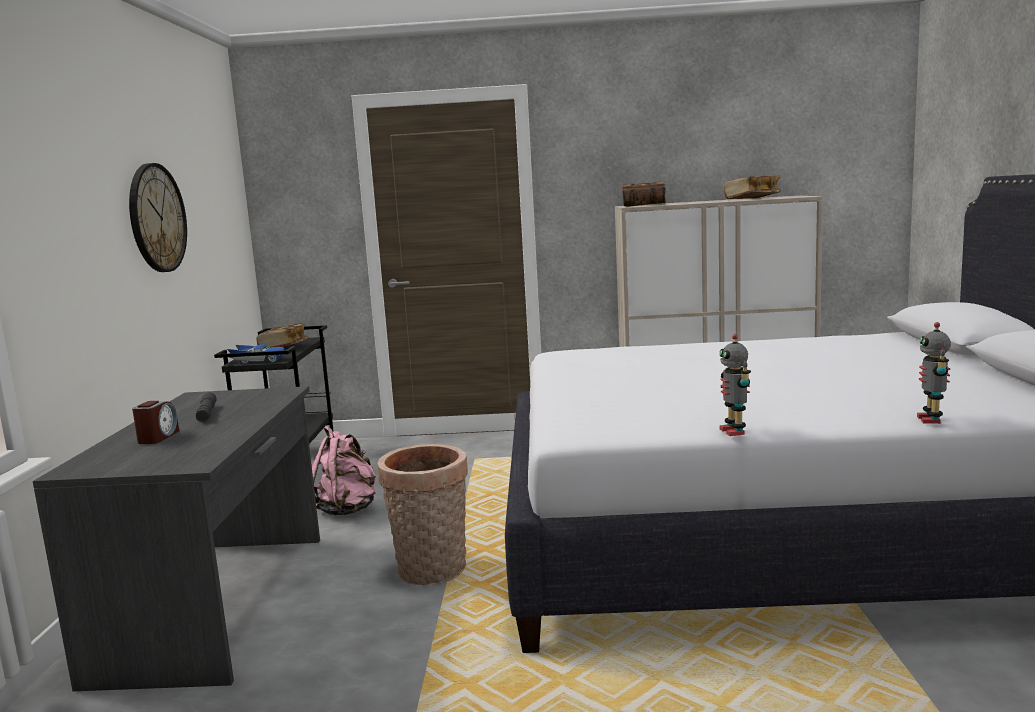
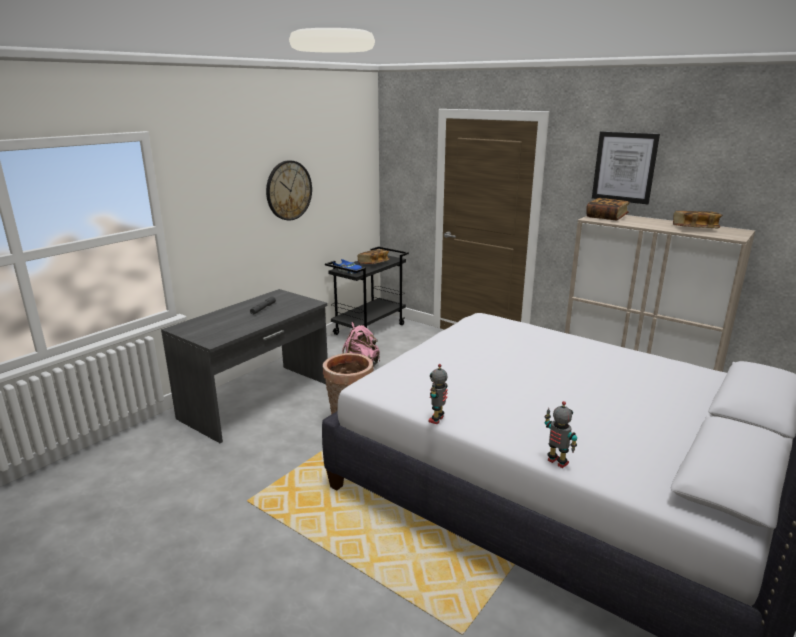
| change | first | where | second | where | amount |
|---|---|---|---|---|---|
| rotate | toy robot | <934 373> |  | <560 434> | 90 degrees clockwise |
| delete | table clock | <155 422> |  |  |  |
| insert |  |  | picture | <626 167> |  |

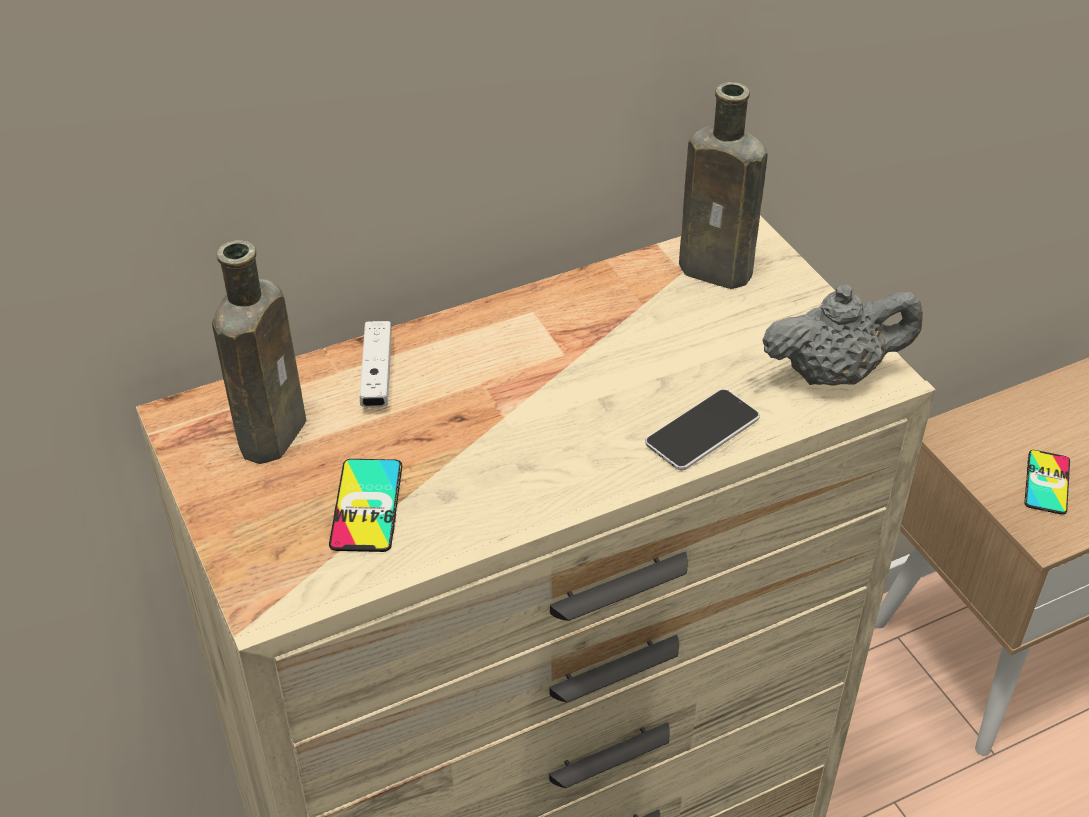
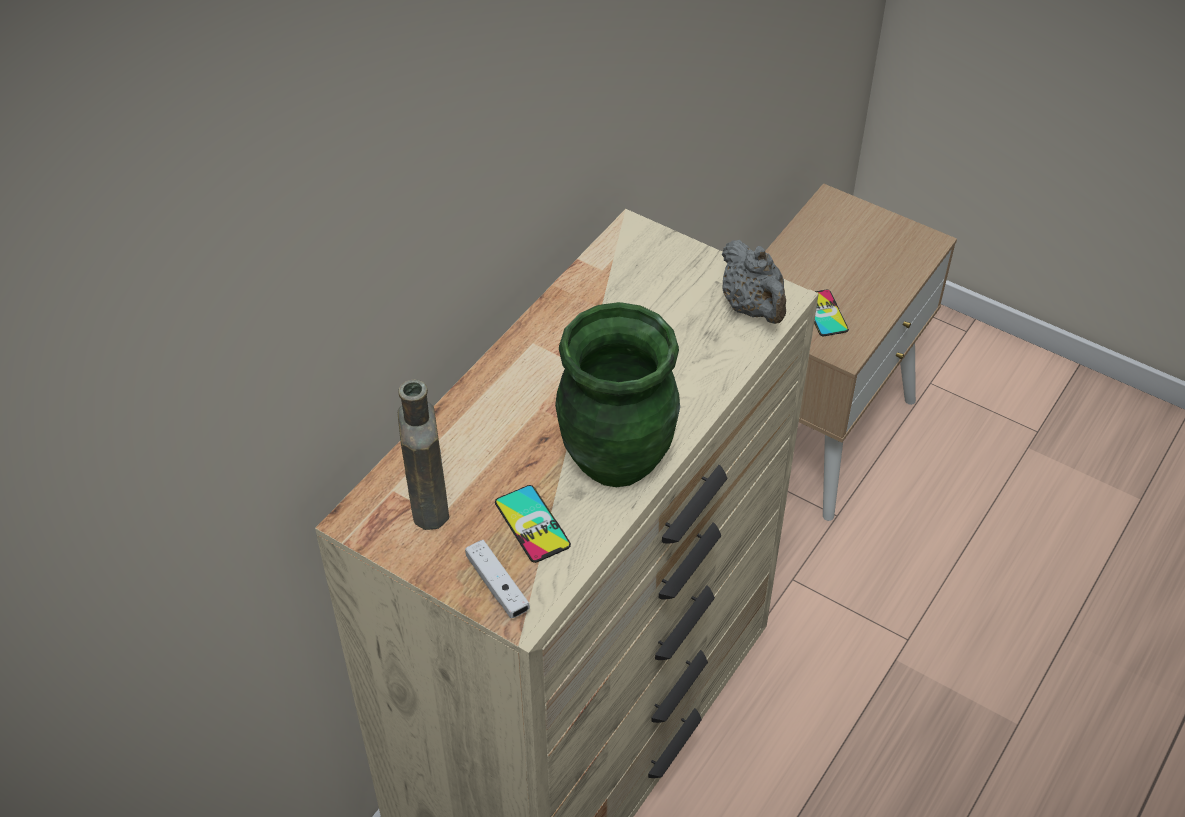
| change | first | where | second | where | amount |
|---|---|---|---|---|---|
| delete | drink bottle in brown | <723 185> |  |  |  |
| rotate | tea pot in grey | <843 334> |  | <754 282> | 105 degrees clockwise |
| move | game controller in white-coloured | <375 364> |  | <497 579> |  |
| delete | handset | <702 430> |  |  |  |
| insert |  |  | flower vase in greenish | <617 394> |  |

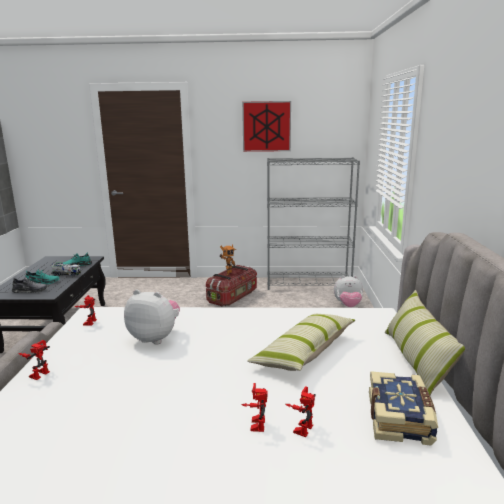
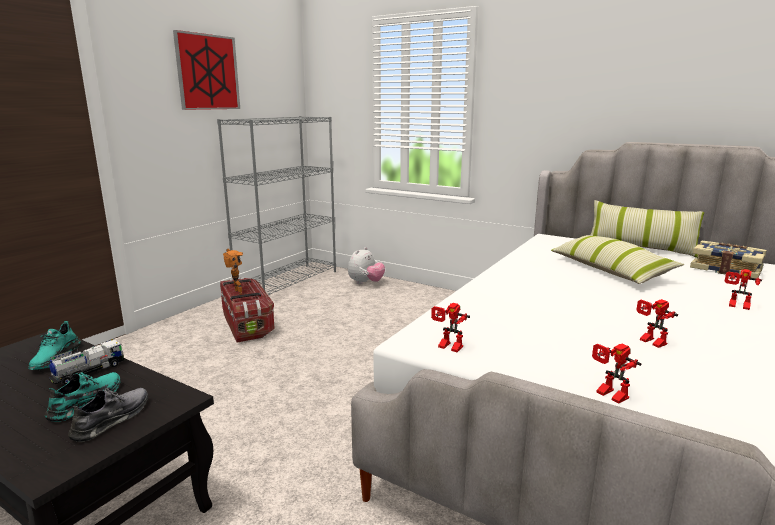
| change | first | where | second | where | amount |
|---|---|---|---|---|---|
| delete | soft toy | <152 317> |  |  |  |
| move | toy robot | <300 411> |  | <657 323> |  |

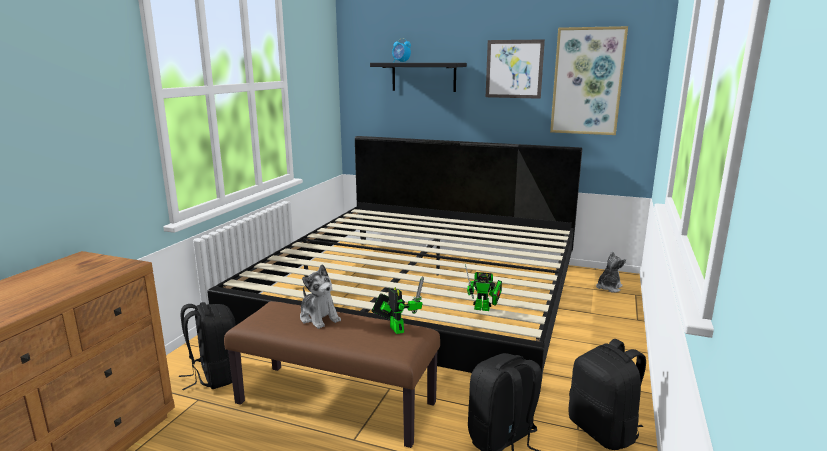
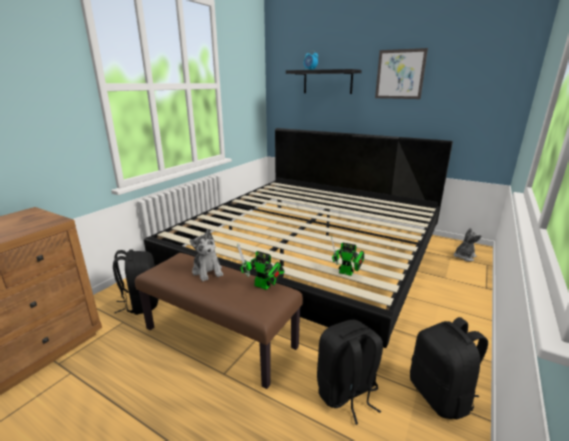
| change | first | where | second | where | amount |
|---|---|---|---|---|---|
| delete | picture | <589 80> |  |  |  |
| rotate | toy robot | <397 305> |  | <261 266> | 135 degrees clockwise |

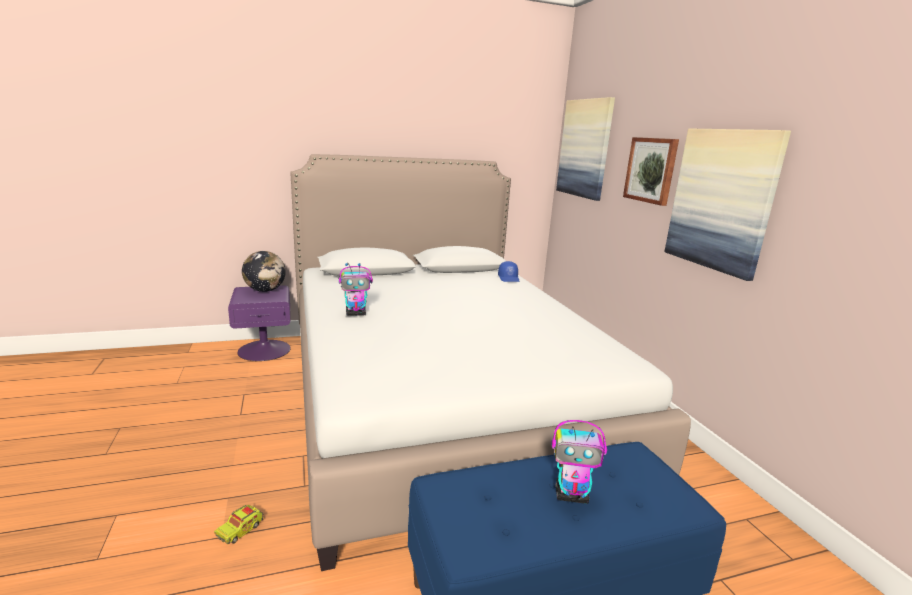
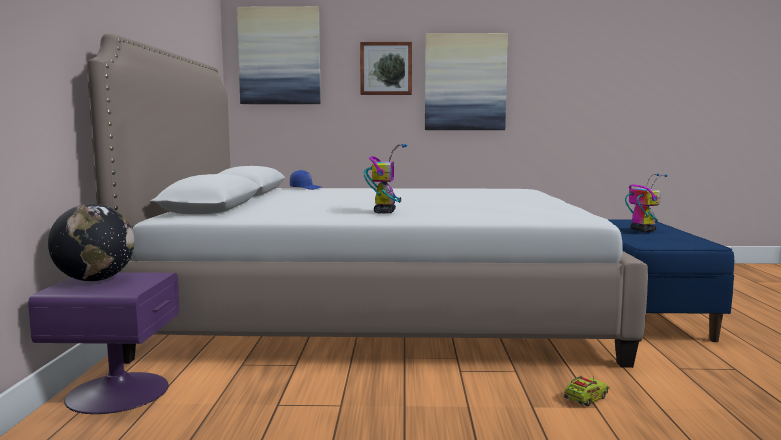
| change | first | where | second | where | amount |
|---|---|---|---|---|---|
| rotate | toy robot | <579 462> |  | <646 202> | 45 degrees counterclockwise |
| rotate | model truck | <239 524> |  | <586 391> | 90 degrees counterclockwise |

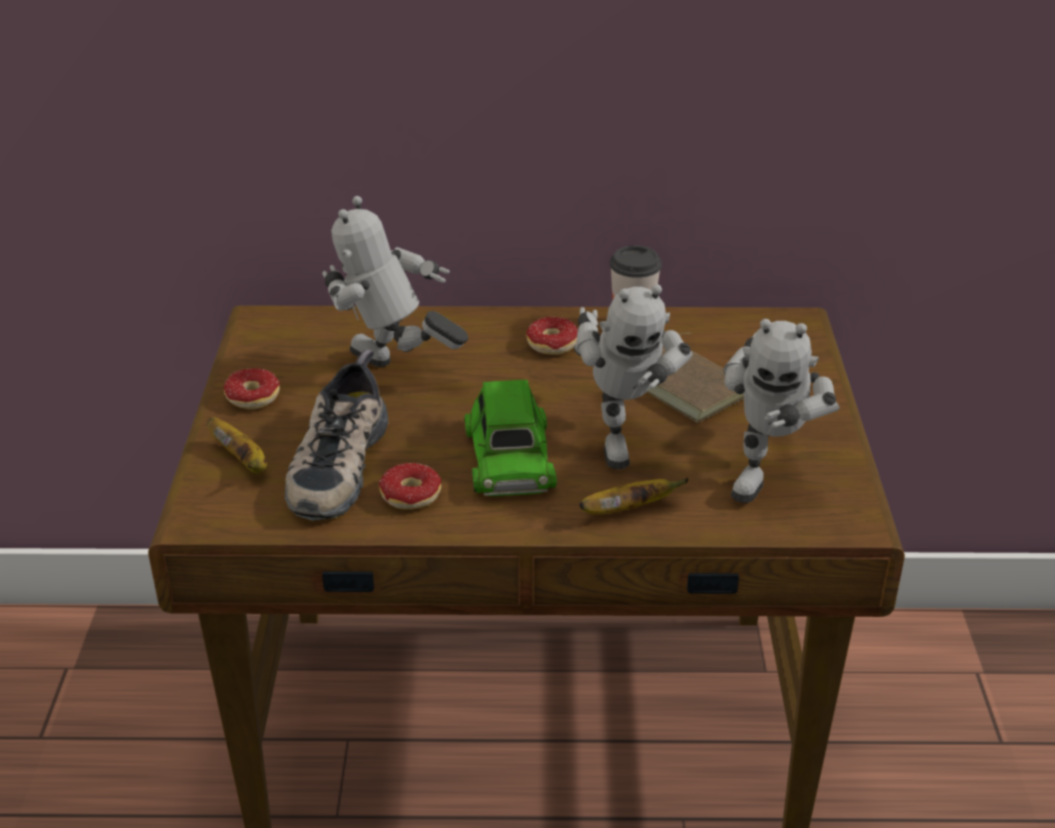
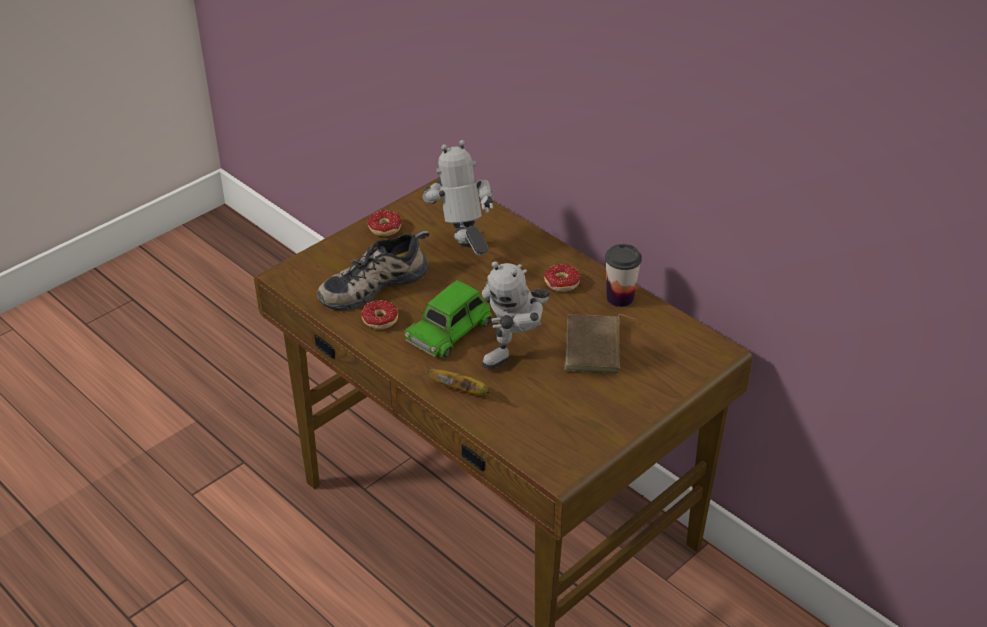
| change | first | where | second | where | amount |
|---|---|---|---|---|---|
| delete | toy robot | <782 411> |  |  |  |
| delete | banana fruit | <237 445> |  |  |  |

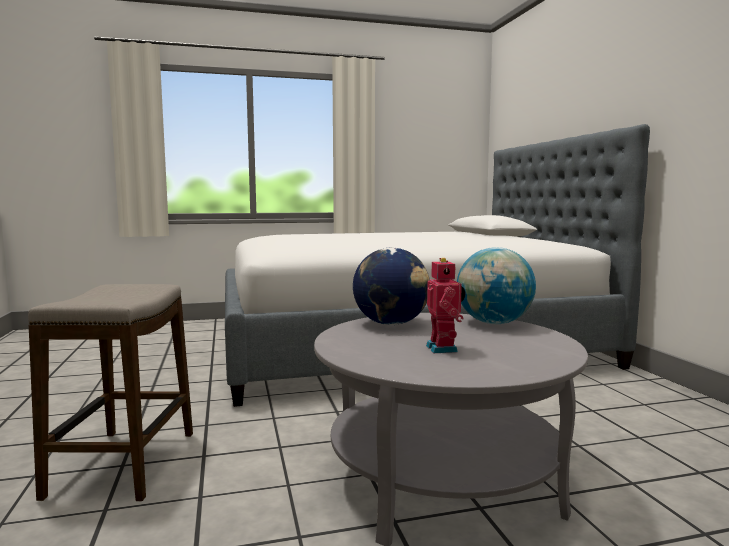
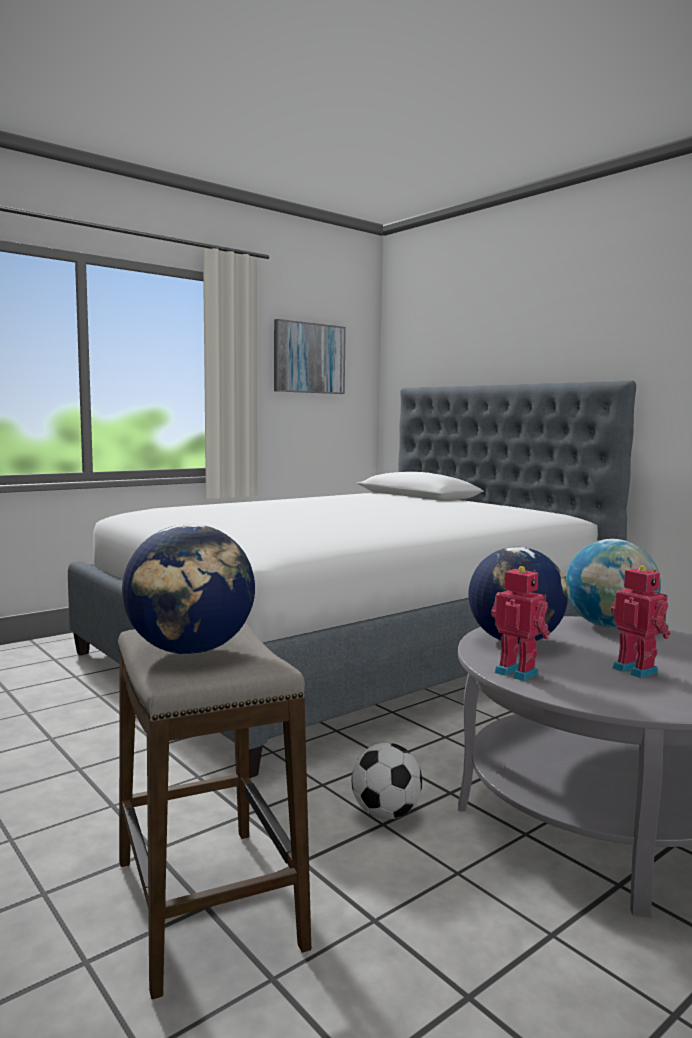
| change | first | where | second | where | amount |
|---|---|---|---|---|---|
| insert |  |  | picture | <310 356> |  |
| insert |  |  | globe | <188 589> |  |
| insert |  |  | toy robot | <520 623> |  |
| insert |  |  | football ball | <387 781> |  |

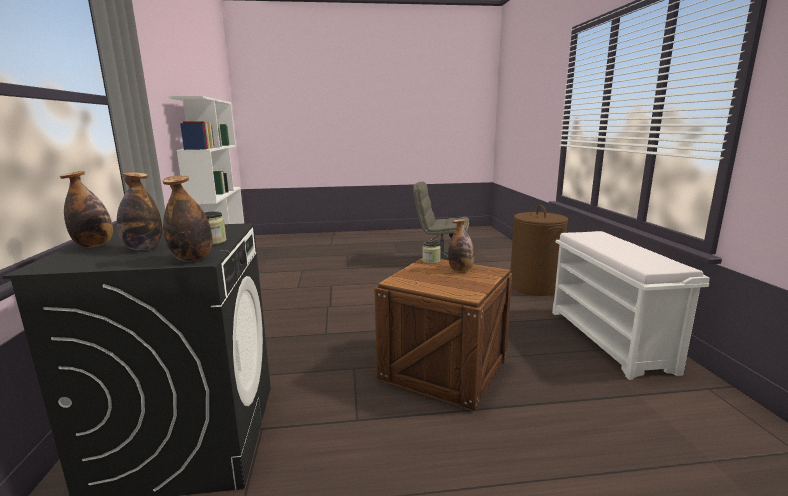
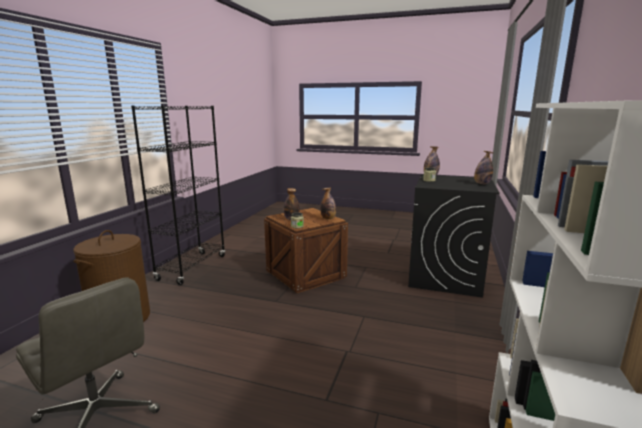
| change | first | where | second | where | amount |
|---|---|---|---|---|---|
| move | drink bottle | <139 211> |  | <328 203> |  |
| replace | bench in white-coloured | <631 305> | bookshelf in blackish | <178 195> |  |

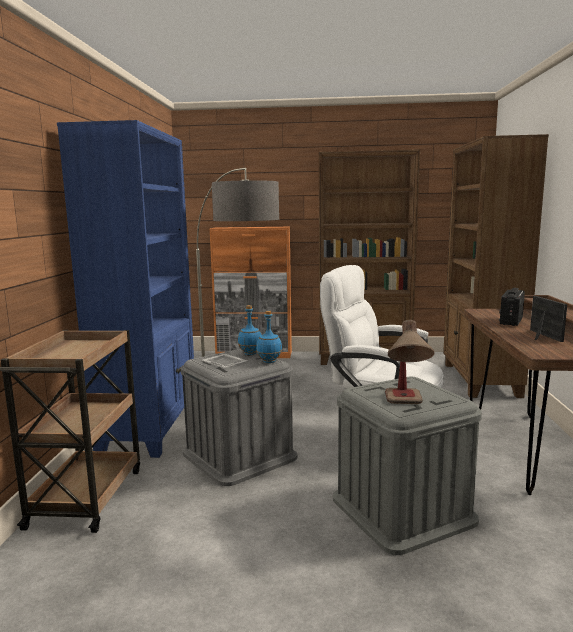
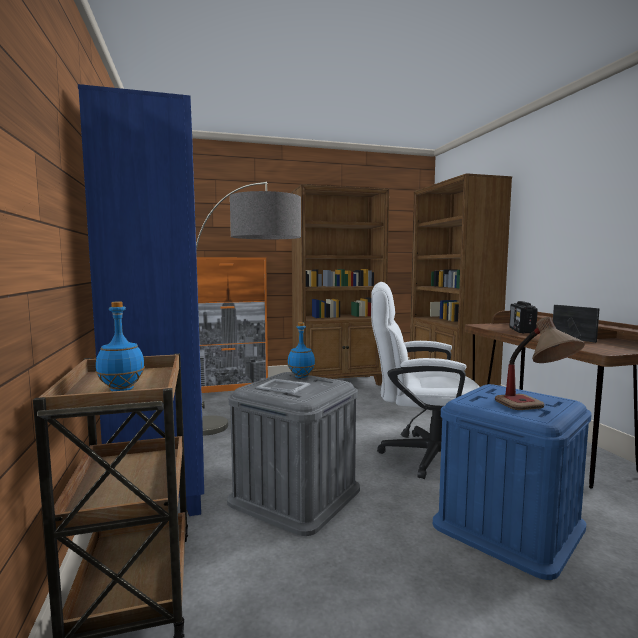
| change | first | where | second | where | amount |
|---|---|---|---|---|---|
| move | drink bottle in blue | <269 337> |  | <120 346> |  |
| recolor | storage box in grey | <407 466> | storage box in blue | <512 482> |  |

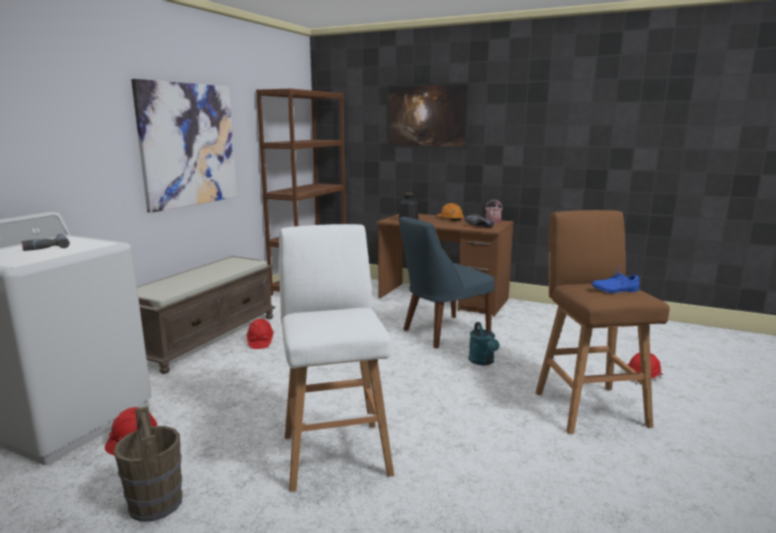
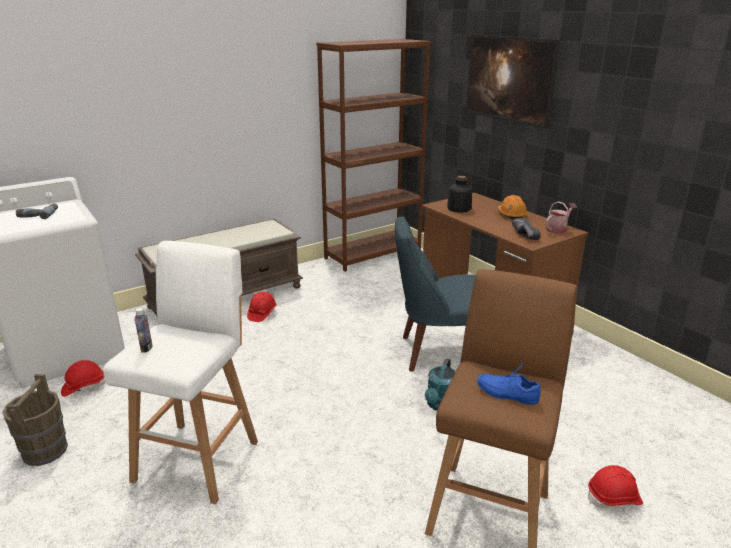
| change | first | where | second | where | amount |
|---|---|---|---|---|---|
| delete | picture | <184 146> |  |  |  |
| insert |  |  | drink bottle | <144 330> |  |

